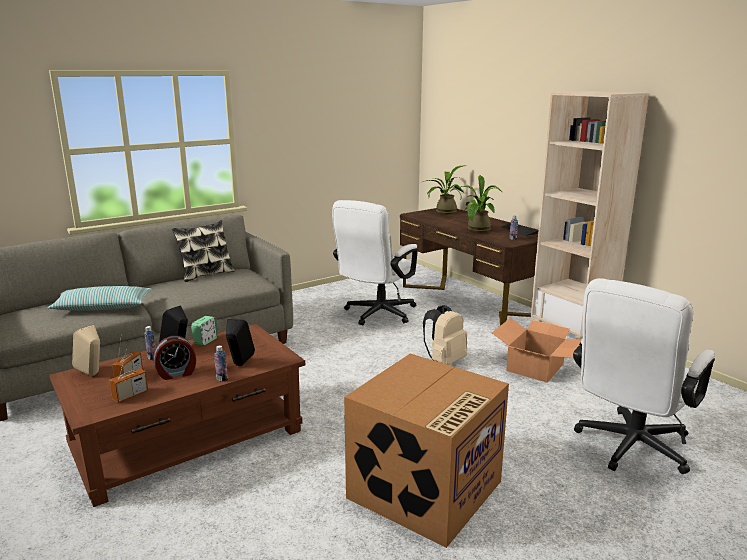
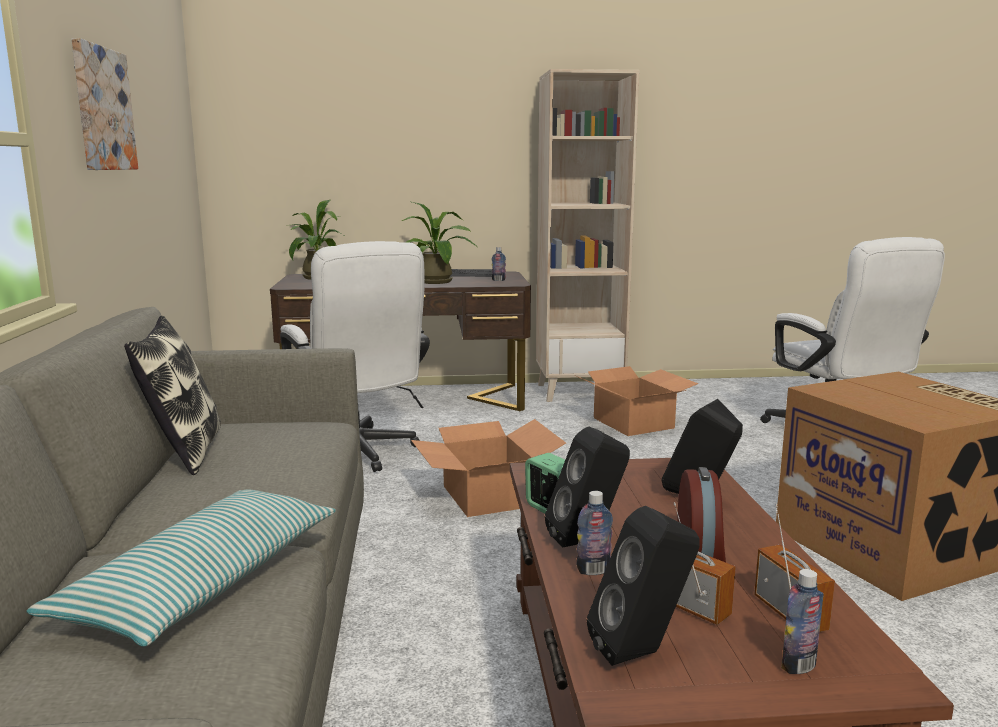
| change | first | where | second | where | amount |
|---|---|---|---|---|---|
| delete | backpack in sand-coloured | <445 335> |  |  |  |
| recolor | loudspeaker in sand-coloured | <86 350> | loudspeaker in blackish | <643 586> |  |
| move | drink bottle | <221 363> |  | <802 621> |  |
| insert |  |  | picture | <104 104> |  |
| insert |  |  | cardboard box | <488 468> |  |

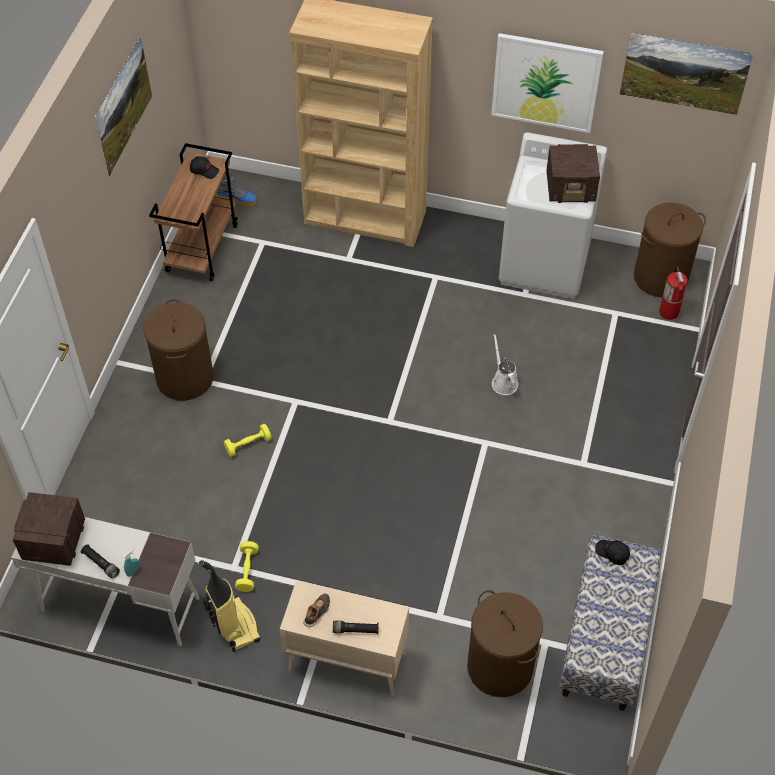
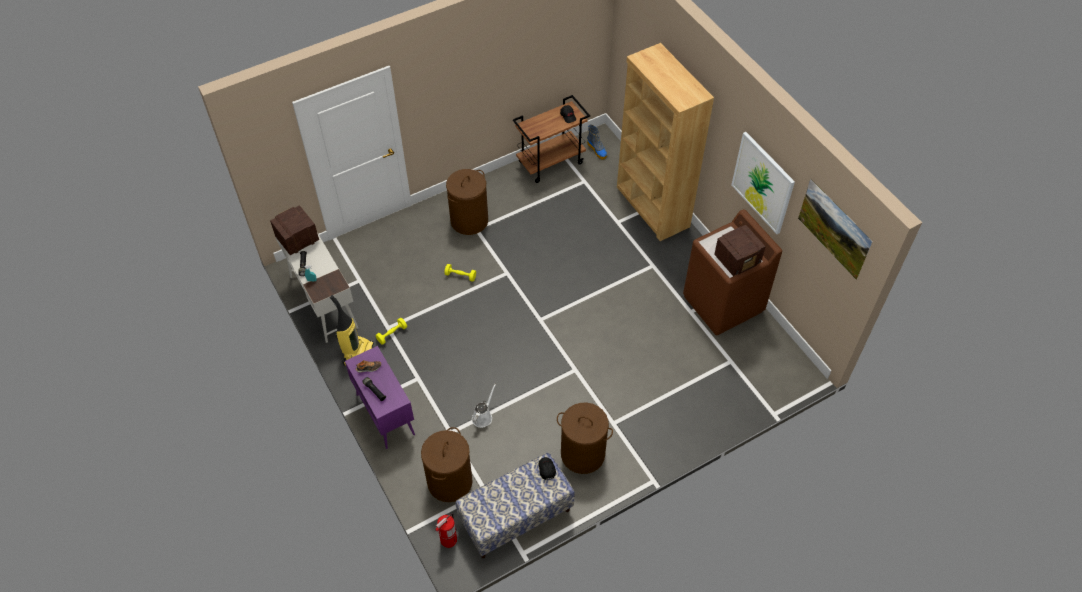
| change | first | where | second | where | amount |
|---|---|---|---|---|---|
| delete | picture | <123 106> |  |  |  |
| recolor | laundry appliance in white-coloured | <553 215> | laundry appliance in brown | <732 272> |  |
| rotate | radio set | <573 173> |  | <740 250> | 75 degrees counterclockwise |
| move | laundry basket in brown | <670 249> |  | <585 438> |  |
| move | fire extinguisher | <673 293> |  | <446 531> |  |
| move | watering pot in white-coloured | <505 364> |  | <484 406> |  |
| recolor | cupboard in sand-coloured | <344 638> | cupboard in purple | <380 397> |  |

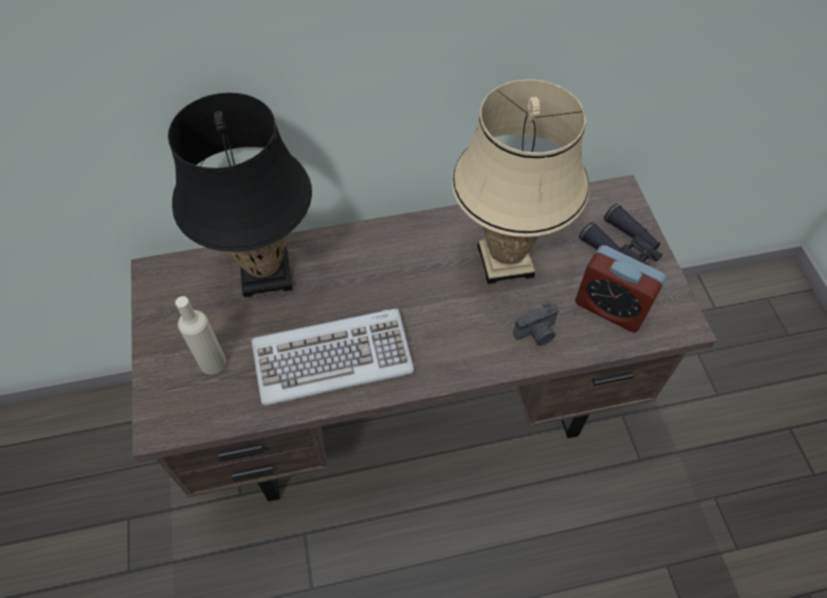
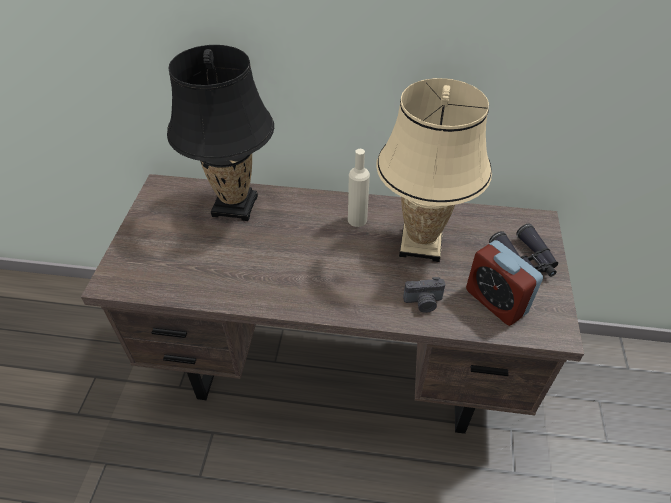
| change | first | where | second | where | amount |
|---|---|---|---|---|---|
| move | drink bottle in sand-coloured | <200 335> |  | <359 188> |  |
| delete | PC keyboard | <332 357> |  |  |  |

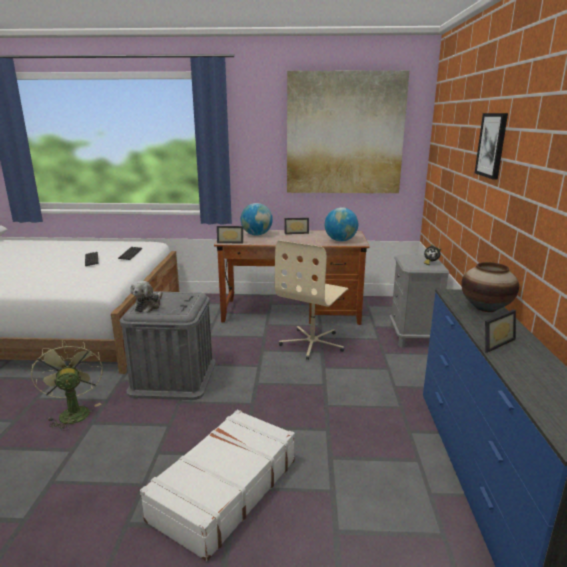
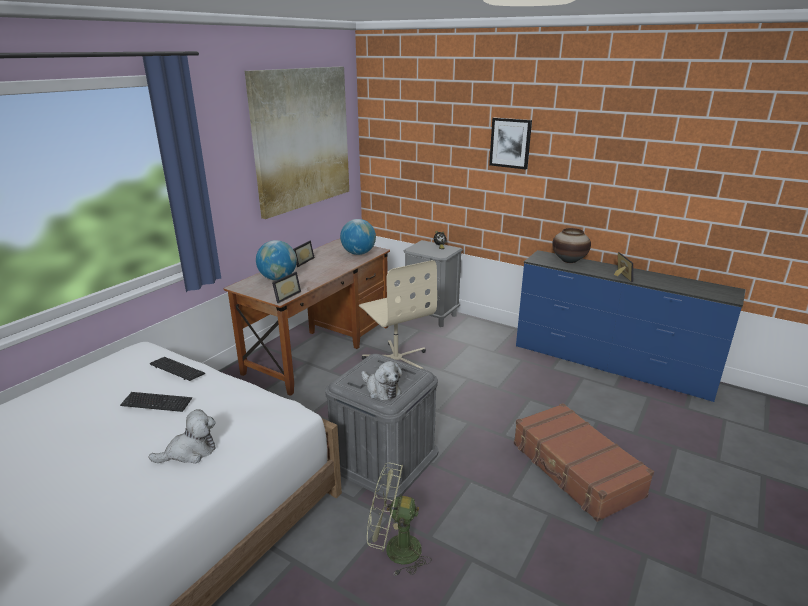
| change | first | where | second | where | amount |
|---|---|---|---|---|---|
| recolor | travel case in white-coloured | <217 486> | travel case in brown | <584 462> |  |
| insert |  |  | soft toy | <182 436> |  |

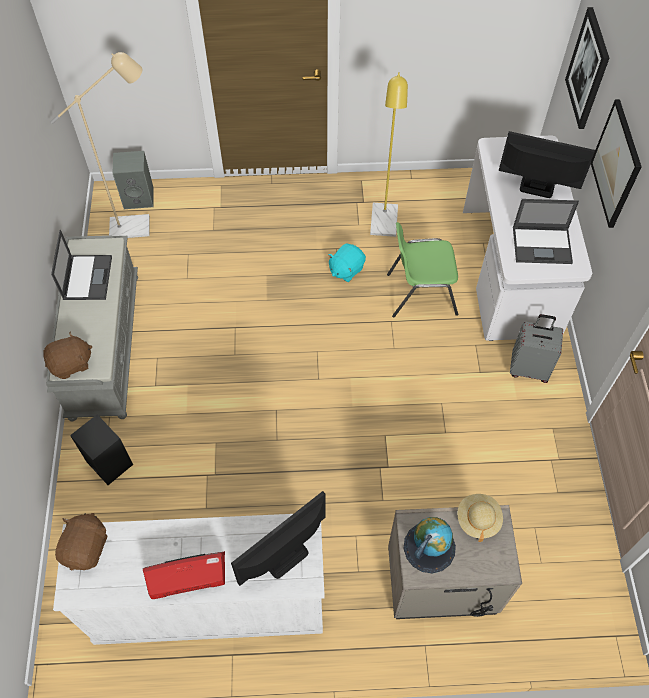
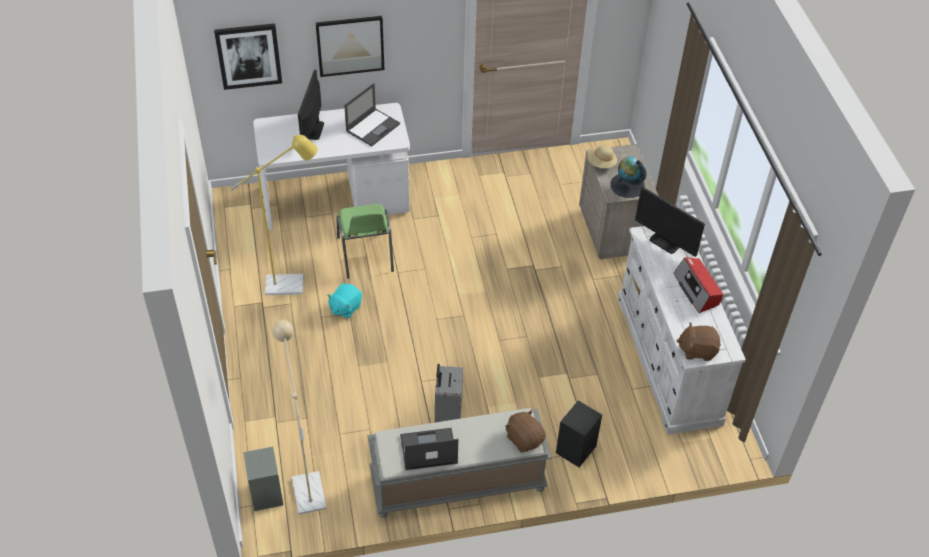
| change | first | where | second | where | amount |
|---|---|---|---|---|---|
| rotate | portable computer | <546 231> |  | <372 114> | 45 degrees clockwise |
| rotate | soft toy in turquoise-coloured | <347 262> |  | <344 301> | 90 degrees clockwise |
| move | travel case in grey | <536 348> |  | <449 393> |  |

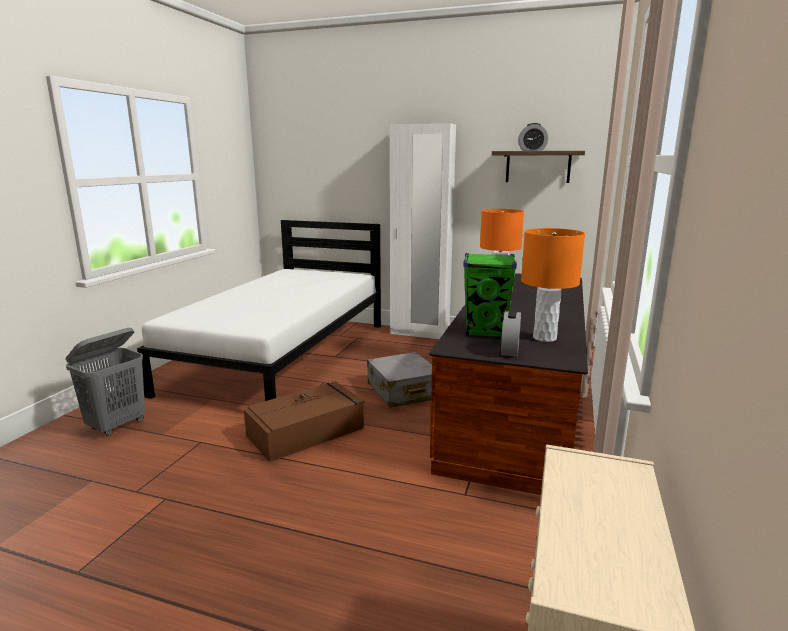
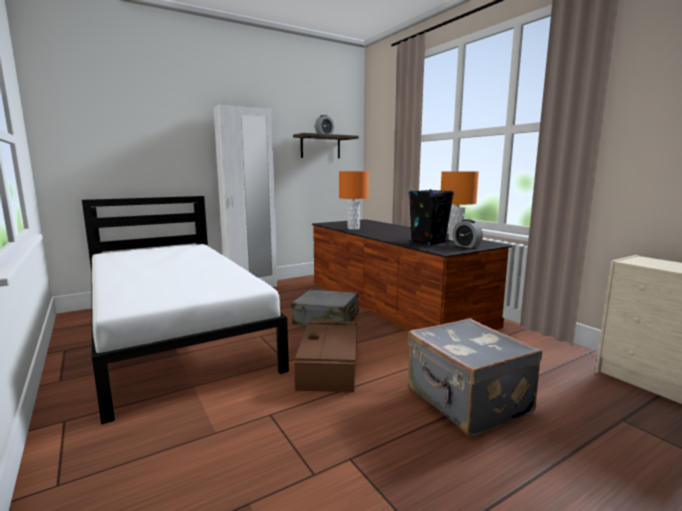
| change | first | where | second | where | amount |
|---|---|---|---|---|---|
| recolor | loudspeaker in greenish | <490 295> | loudspeaker in blackish | <431 217> |  |
| delete | laundry basket in grey | <105 382> |  |  |  |
| insert |  |  | travel case in grey | <475 377> |  |

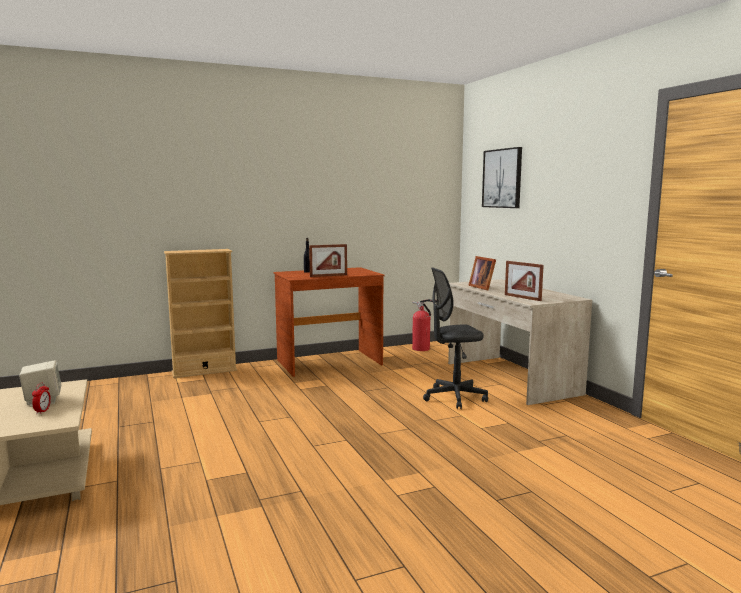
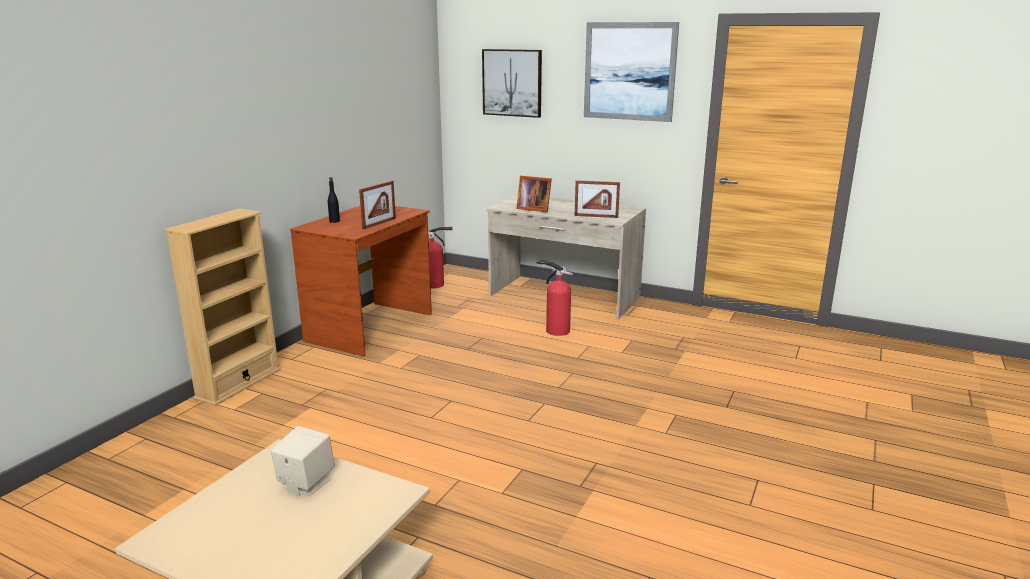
| change | first | where | second | where | amount |
|---|---|---|---|---|---|
| replace | computer chair in grey | <455 338> | fire extinguisher | <555 297> |  |
| delete | table clock | <41 398> |  |  |  |
| insert |  |  | picture | <631 72> |  |

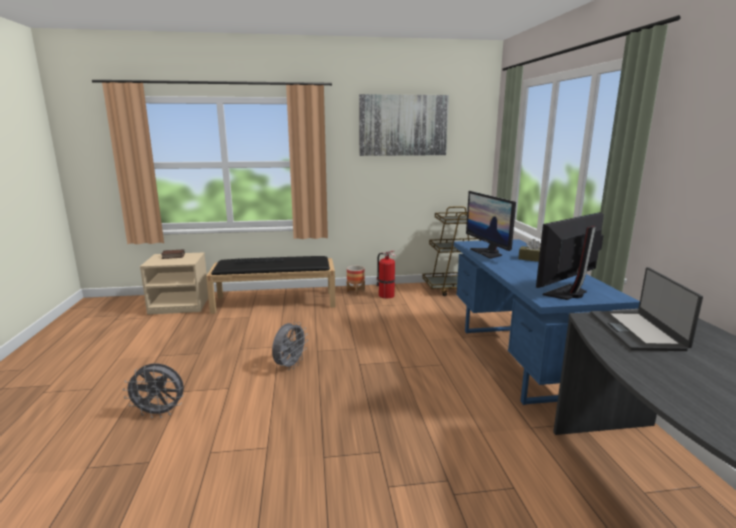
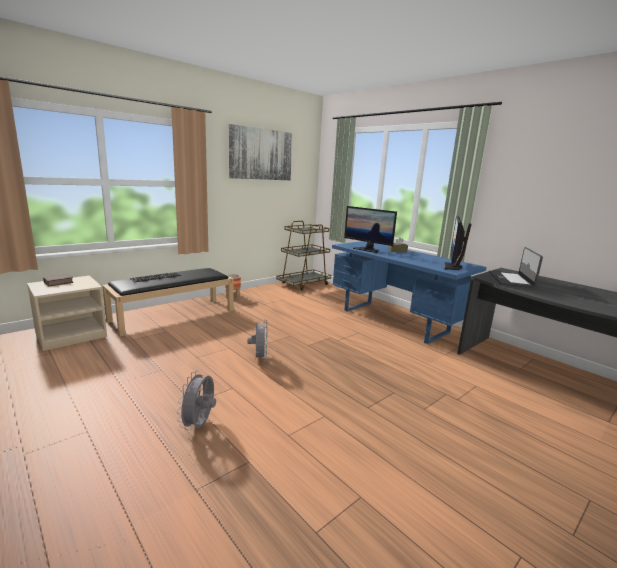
| change | first | where | second | where | amount |
|---|---|---|---|---|---|
| delete | fire extinguisher | <386 275> |  |  |  |
| rotate | portable computer | <647 309> |  | <516 267> | 45 degrees clockwise |
| rotate | cooling fan in grey | <153 390> |  | <196 400> | 135 degrees clockwise |

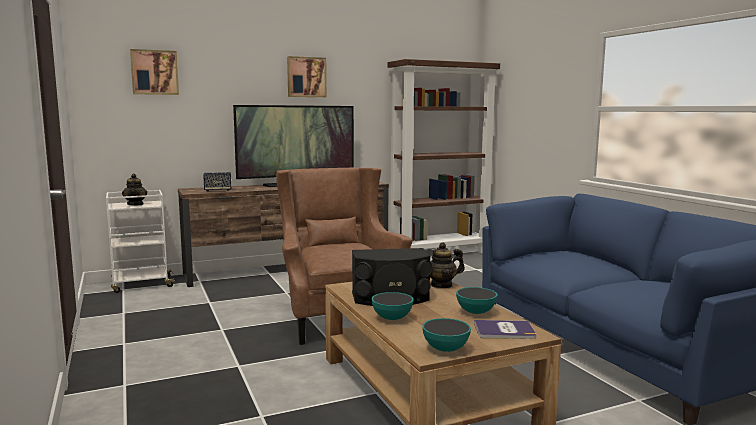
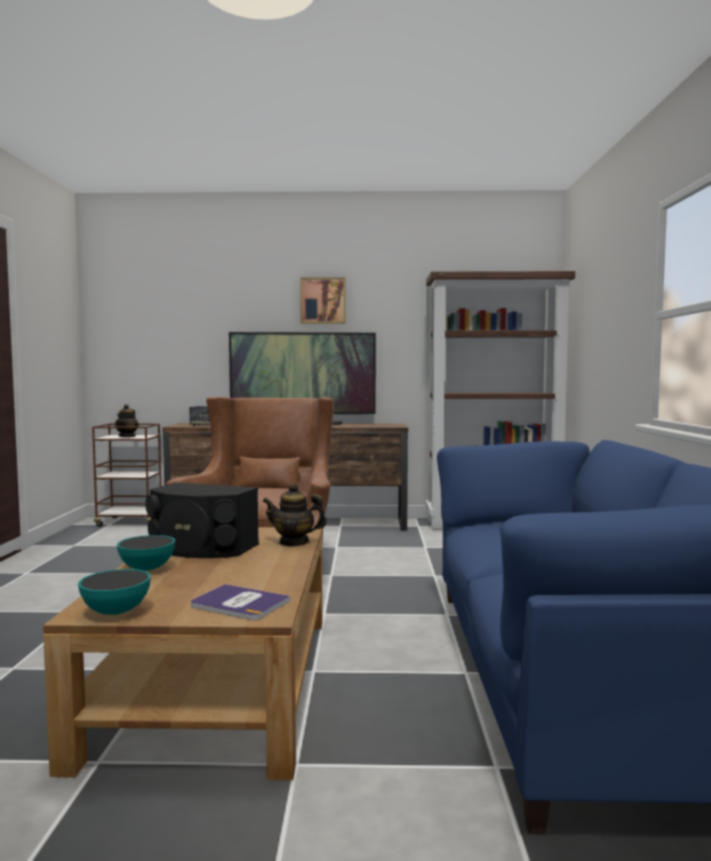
| change | first | where | second | where | amount |
|---|---|---|---|---|---|
| delete | picture | <154 72> |  |  |  |
| recolor | wheeled cart in white-coloured | <141 241> | wheeled cart in brown | <126 475> |  |
| delete | deep dish | <476 300> |  |  |  |

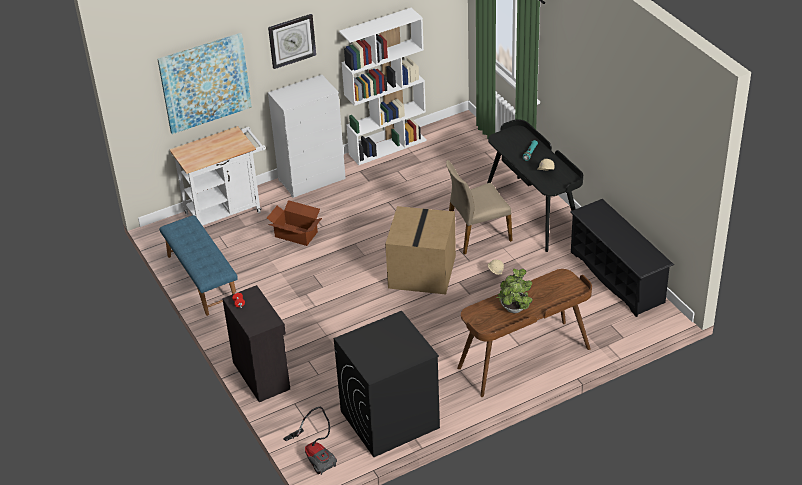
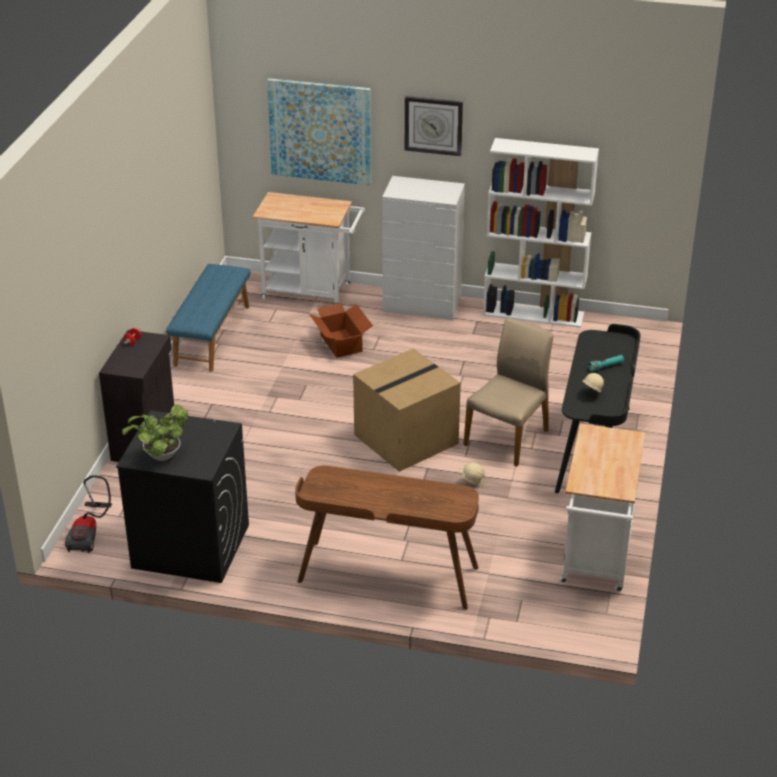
| change | first | where | second | where | amount |
|---|---|---|---|---|---|
| rotate | upright chair in sand-coloured | <479 207> |  | <508 392> | 105 degrees clockwise |
| replace | shoe shelf in blackish | <622 258> | wheeled cart in white-coloured | <602 508> |  |
| move | potted plant | <514 290> |  | <155 433> |  |

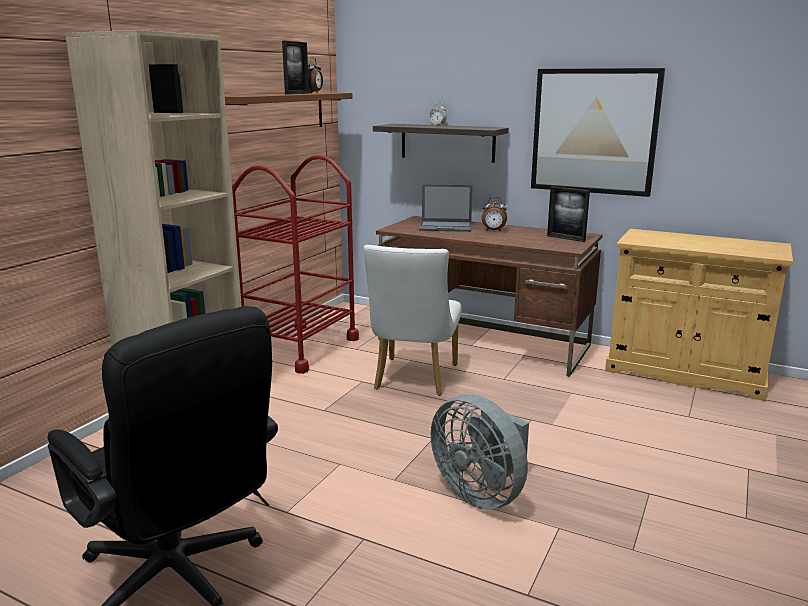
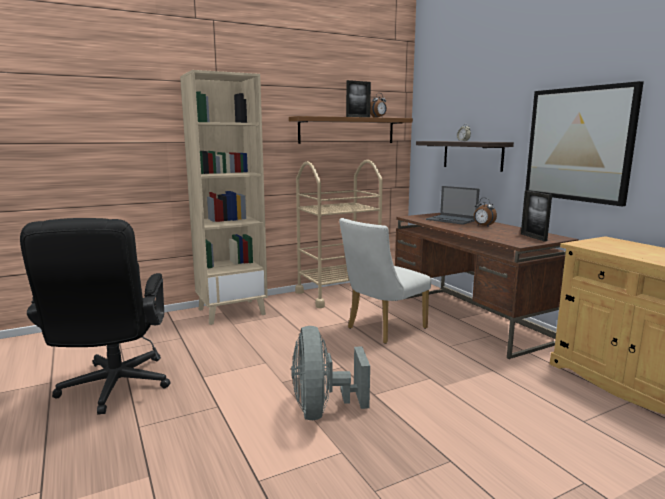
| change | first | where | second | where | amount |
|---|---|---|---|---|---|
| recolor | wheeled cart in red-coloured | <295 264> | wheeled cart in sand-coloured | <339 234> |  |

